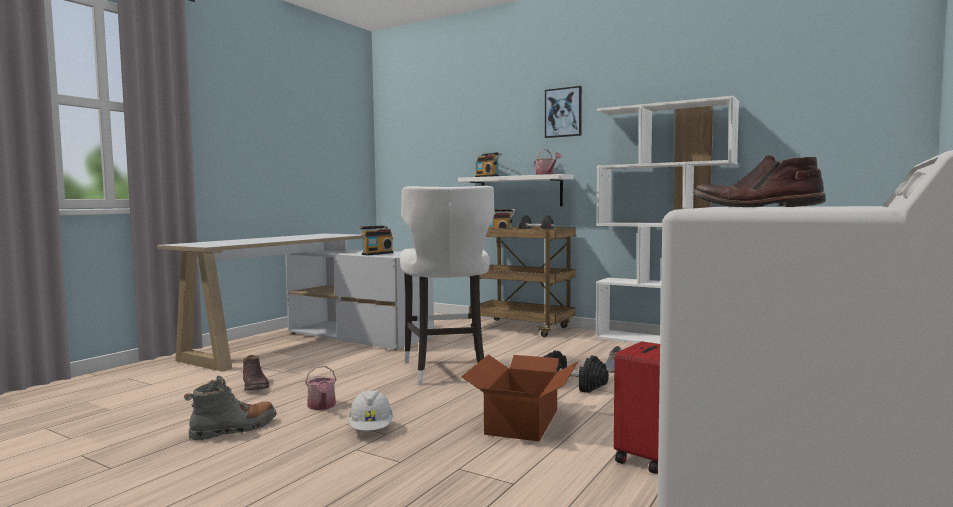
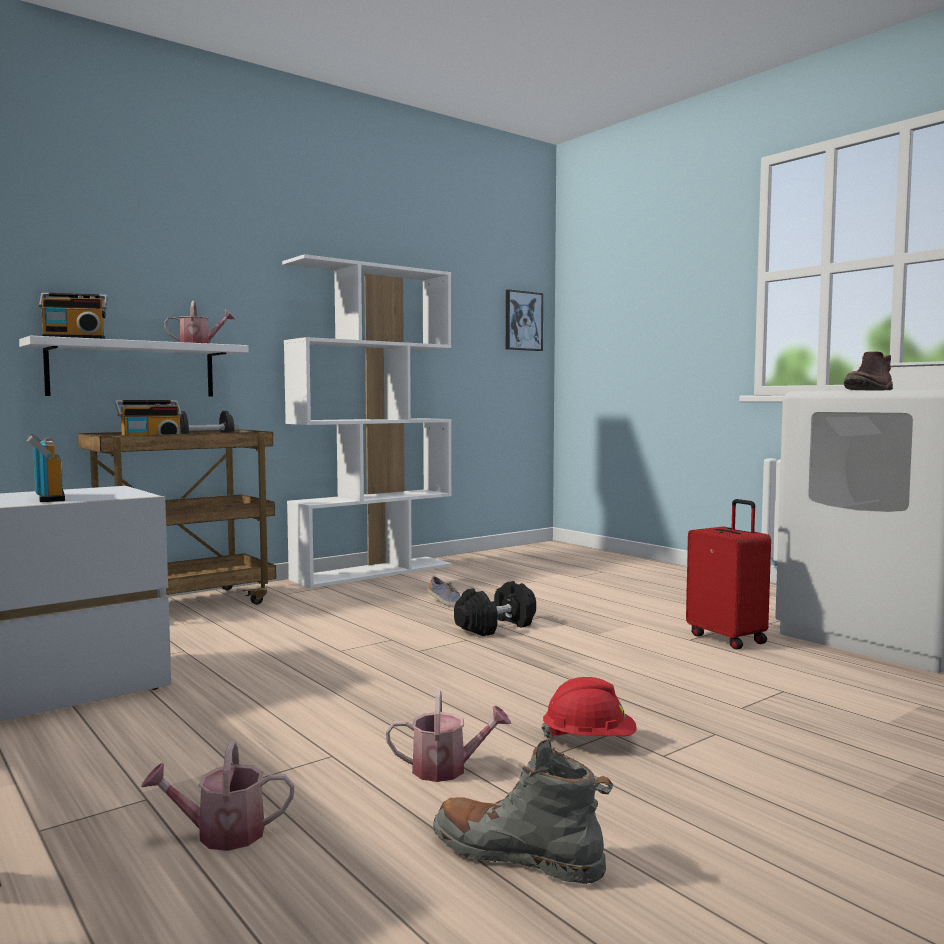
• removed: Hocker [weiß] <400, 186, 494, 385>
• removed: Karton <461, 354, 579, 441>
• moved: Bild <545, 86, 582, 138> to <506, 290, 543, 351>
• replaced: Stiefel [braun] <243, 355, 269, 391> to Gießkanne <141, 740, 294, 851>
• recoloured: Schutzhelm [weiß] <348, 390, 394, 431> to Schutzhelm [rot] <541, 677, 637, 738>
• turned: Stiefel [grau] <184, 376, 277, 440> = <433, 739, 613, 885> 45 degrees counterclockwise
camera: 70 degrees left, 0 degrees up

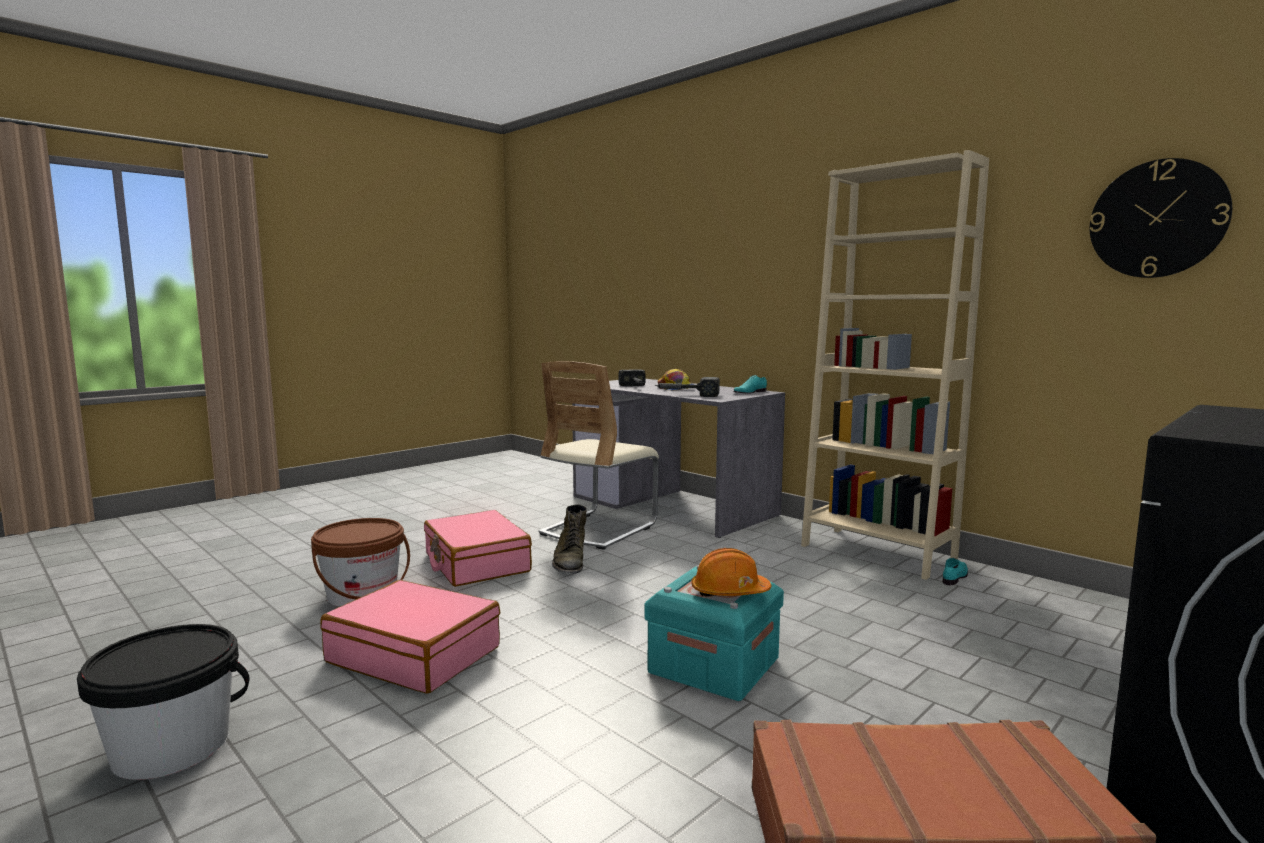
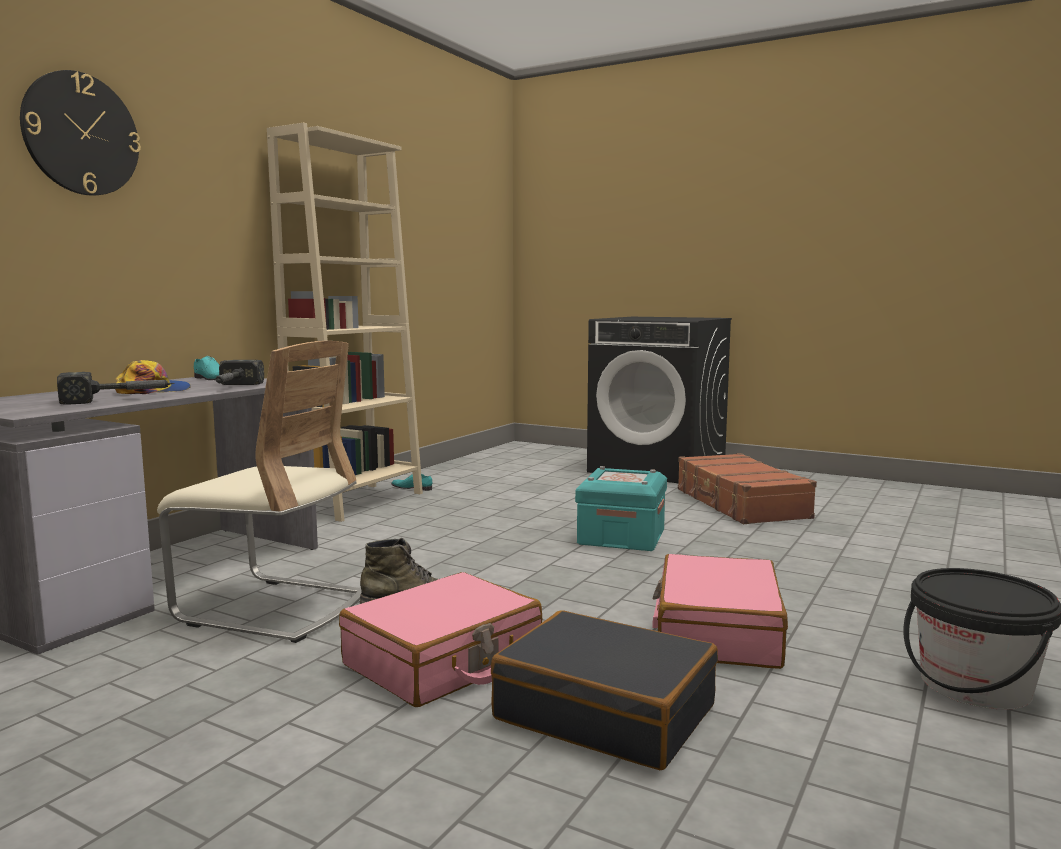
• removed: Schutzhelm [orange] <691, 548, 771, 596>
• moved: Wanduhr <1090, 158, 1232, 278> to <20, 70, 141, 196>
• replaced: Eimer [braun] <311, 518, 410, 607> to Koffer [schwarz] <491, 610, 718, 770>
camera: 105 degrees left, 0 degrees up

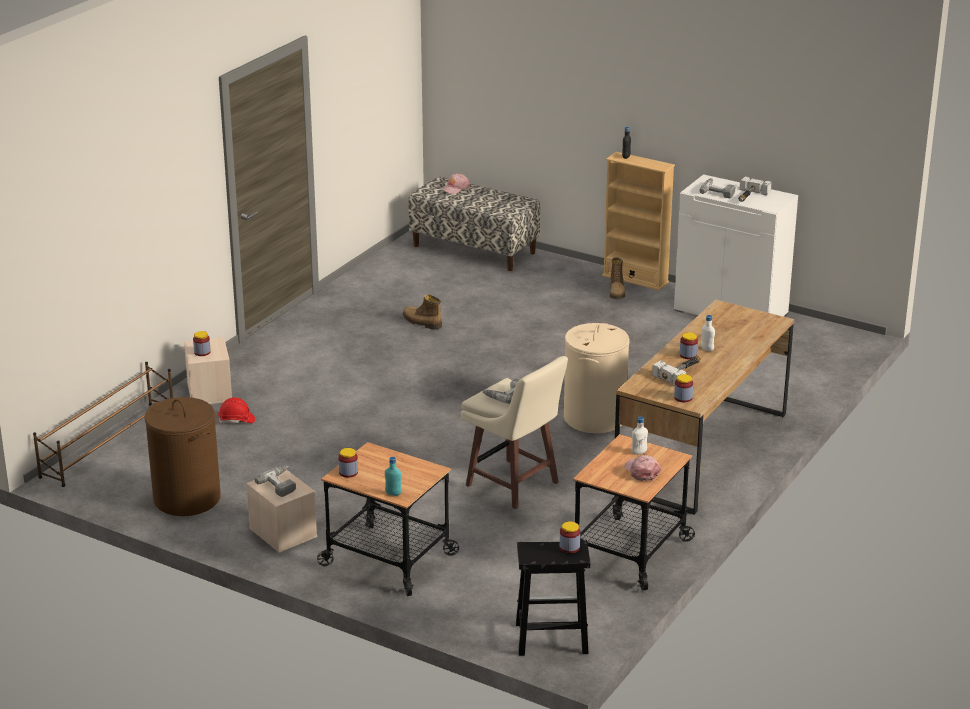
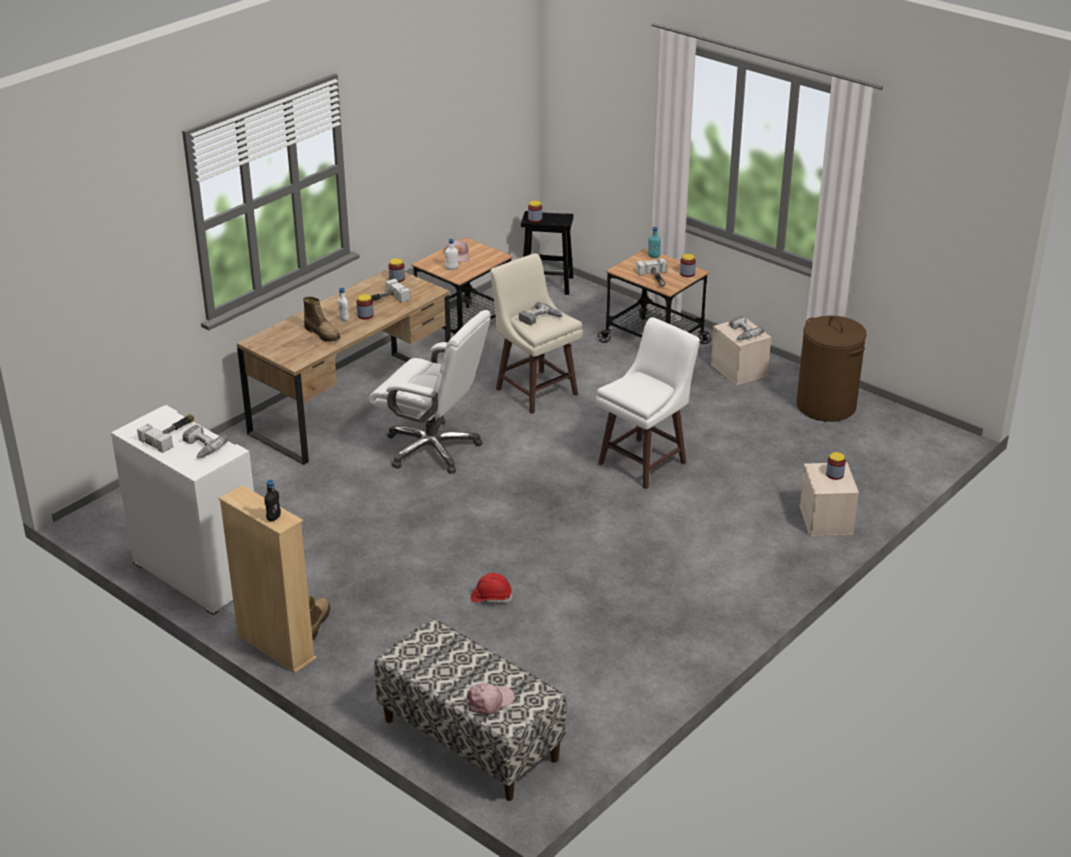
• removed: Schuhregal [braun] <33, 362, 173, 487>
• added: Hocker [weiß] <596, 317, 700, 489>
• added: Hammer <636, 258, 667, 287>
• moved: Schutzhelm [rot] <218, 397, 255, 424> to <471, 573, 513, 603>
• moved: Stiefel <403, 295, 442, 330> to <303, 297, 340, 342>
• replaced: Wäschekorb [beige] <564, 323, 630, 433> to Bürostuhl [weiß] <369, 310, 491, 473>
camera: 170 degrees left, 5 degrees up

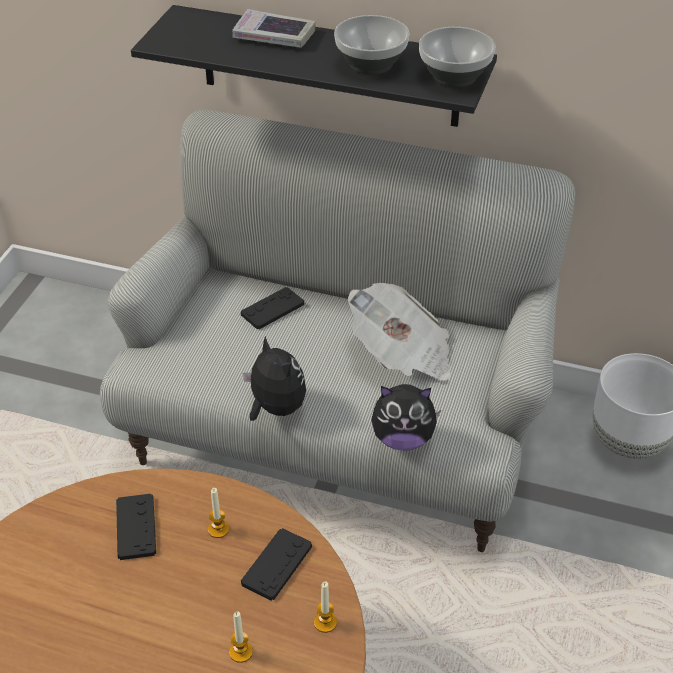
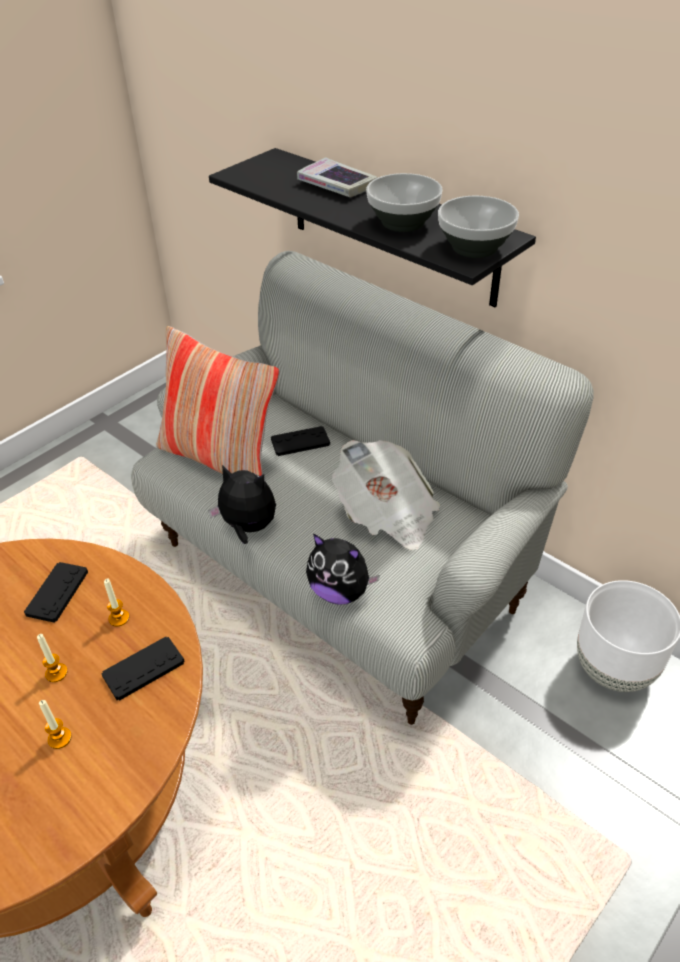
• added: Kissen <157, 326, 279, 476>
• moved: Kerze <314, 582, 337, 633> to <37, 634, 68, 682>
• turned: Plüschtier <243, 336, 306, 421> = <208, 465, 276, 544> 60 degrees counterclockwise
camera: 25 degrees right, 0 degrees up

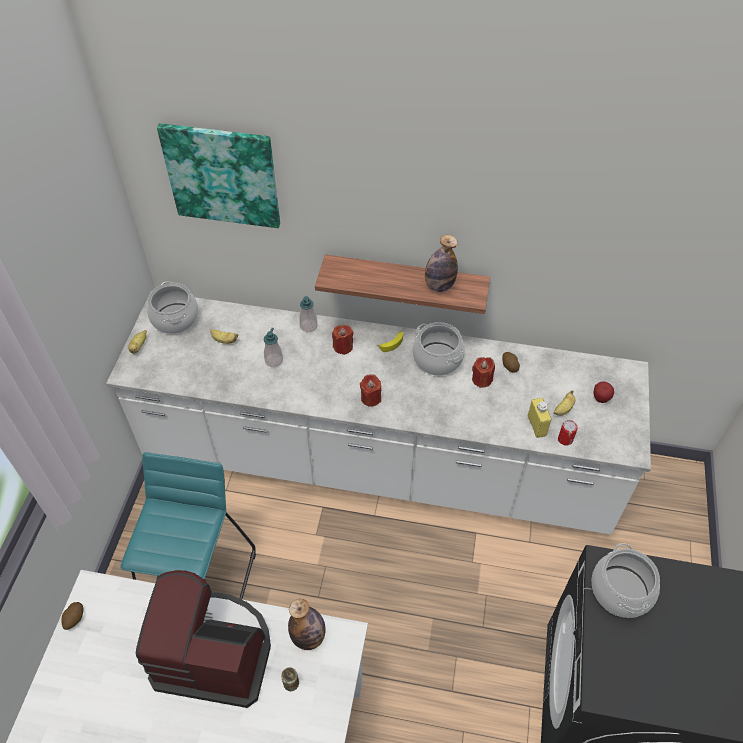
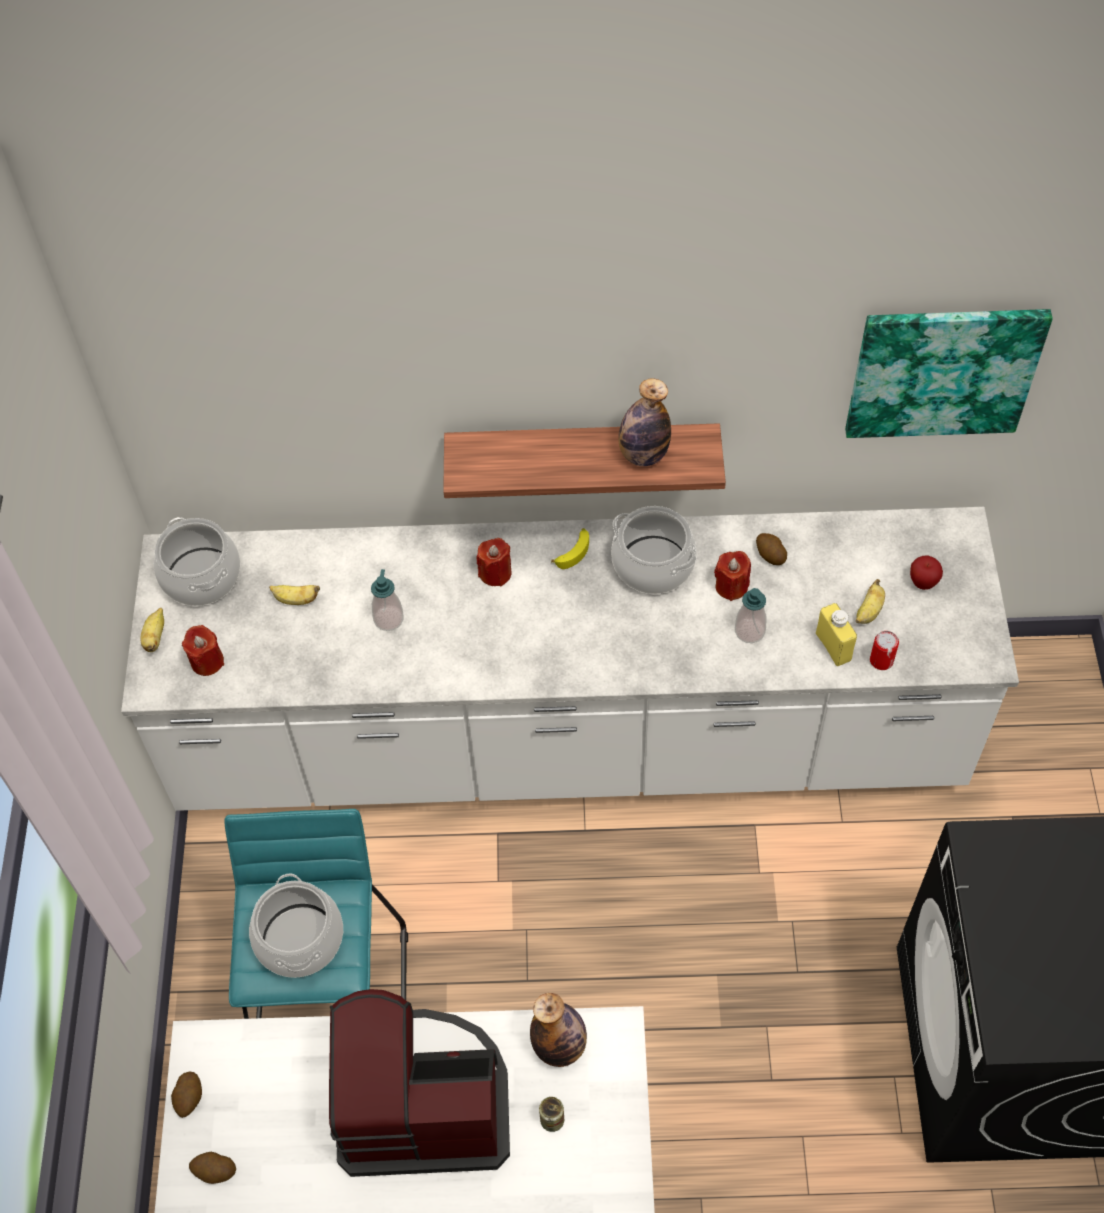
• added: Kartoffel <189, 1152, 236, 1184>
• moved: Bild <157, 123, 280, 228> to <845, 309, 1053, 438>
• moved: Seifenspender <299, 296, 318, 332> to <735, 588, 766, 643>
• moved: Kerze [rot] <360, 374, 381, 407> to <182, 625, 224, 676>
• moved: Kochtopf <591, 543, 660, 618> to <249, 873, 343, 978>
camera: 10 degrees left, 5 degrees up

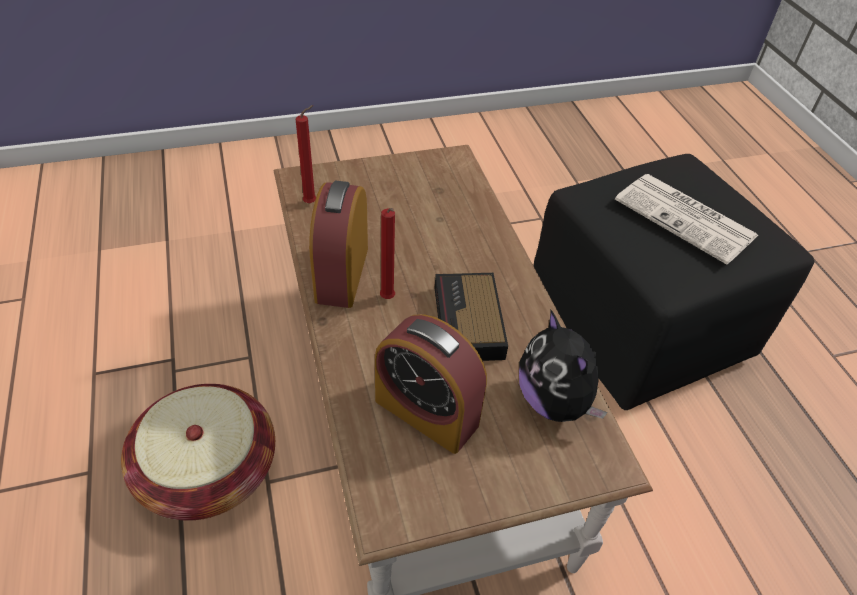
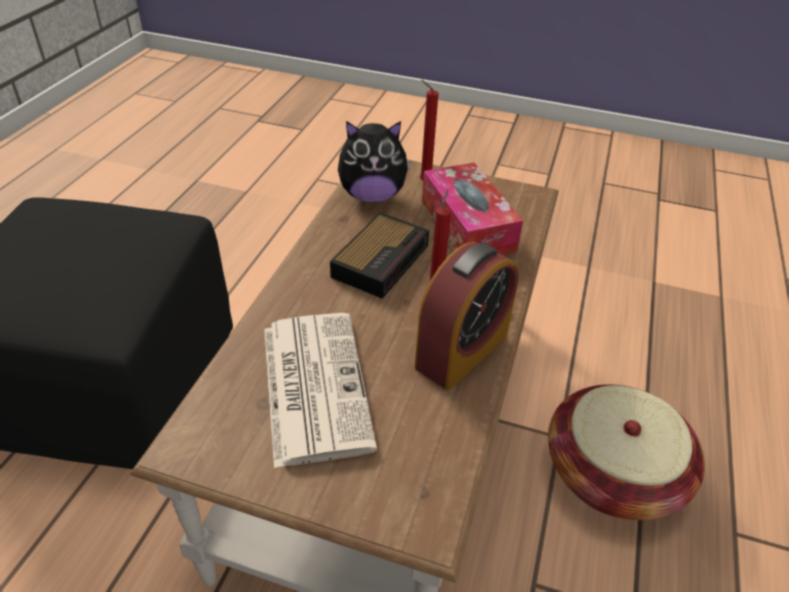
• moved: Kerze [rot] <296, 105, 316, 203> to <420, 80, 438, 180>
• moved: Zeitung <615, 174, 759, 264> to <264, 313, 377, 468>
• replaced: Wecker <375, 314, 487, 454> to Taschentuchbox <422, 163, 523, 255>
• turned: Plüschtier <519, 310, 608, 422> = <338, 121, 411, 203> 75 degrees clockwise
camera: 145 degrees left, 5 degrees down

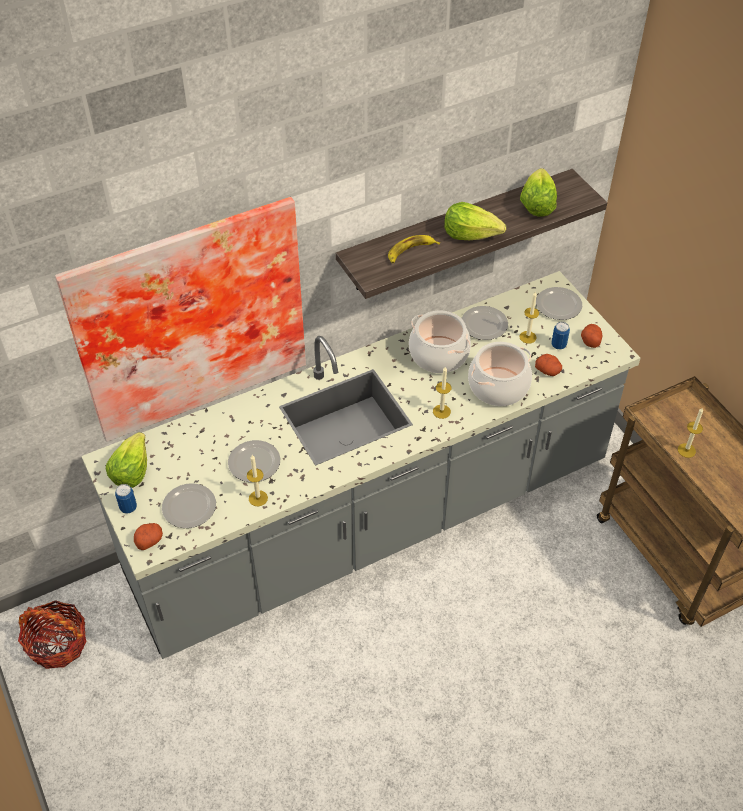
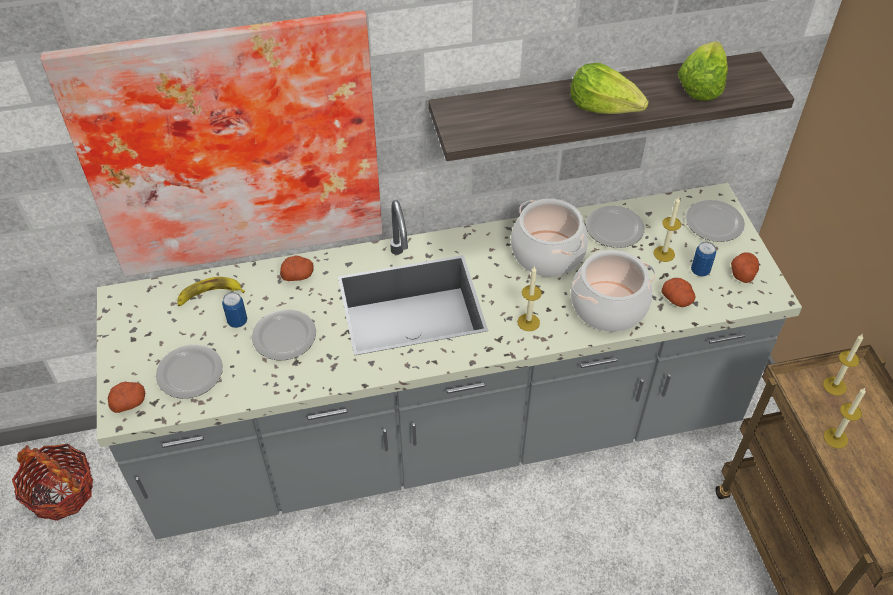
• removed: Salatkopf <106, 432, 147, 488>
• added: Kartoffel <280, 256, 314, 281>
• moved: Dose <115, 484, 137, 514> to <222, 292, 248, 328>
• moved: Kerze <247, 455, 268, 506> to <823, 334, 863, 396>
• moved: Banane <388, 235, 440, 263> to <178, 277, 245, 306>
camera: 15 degrees right, 0 degrees up

